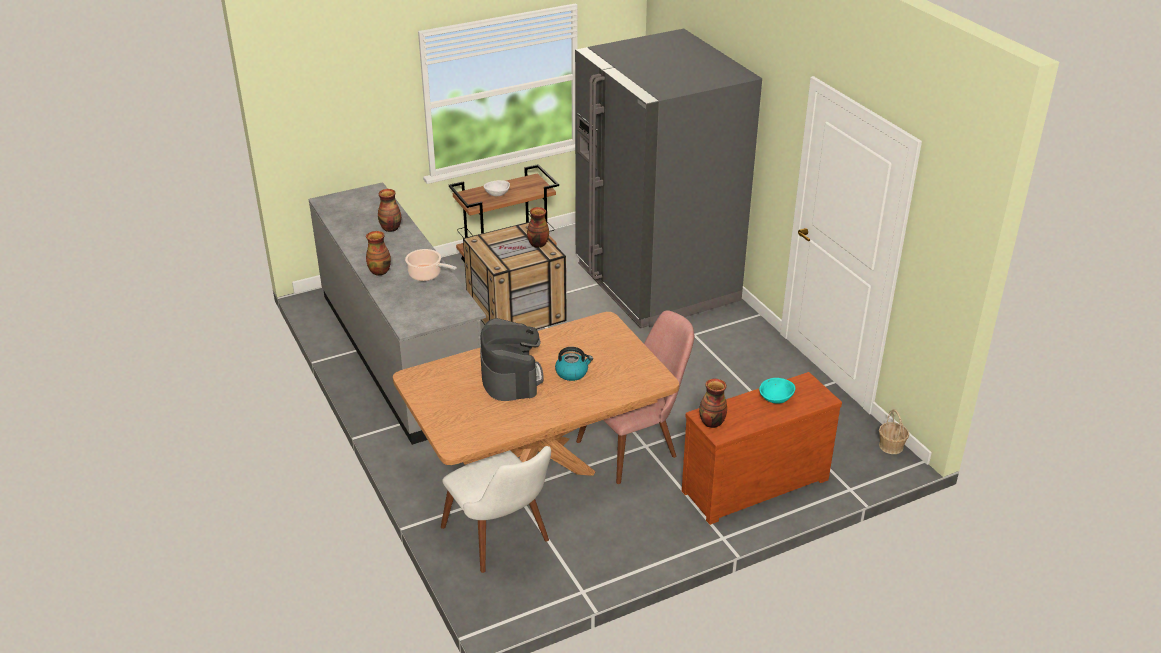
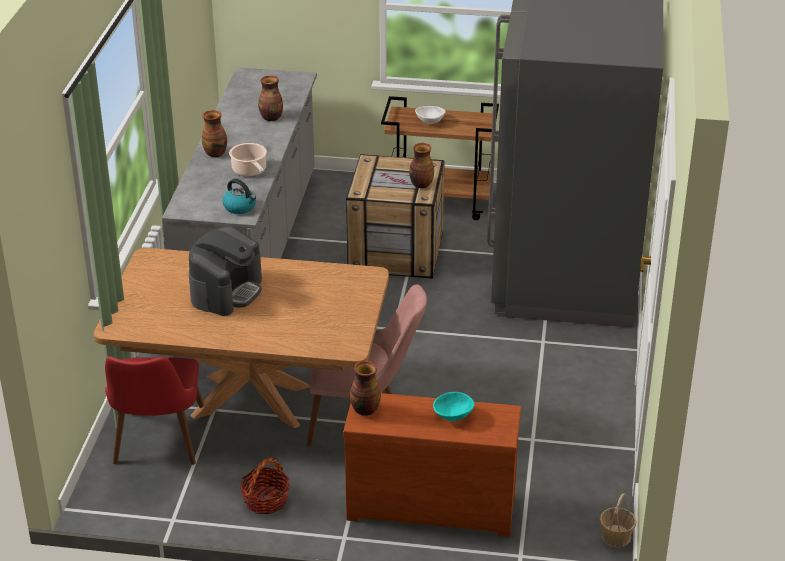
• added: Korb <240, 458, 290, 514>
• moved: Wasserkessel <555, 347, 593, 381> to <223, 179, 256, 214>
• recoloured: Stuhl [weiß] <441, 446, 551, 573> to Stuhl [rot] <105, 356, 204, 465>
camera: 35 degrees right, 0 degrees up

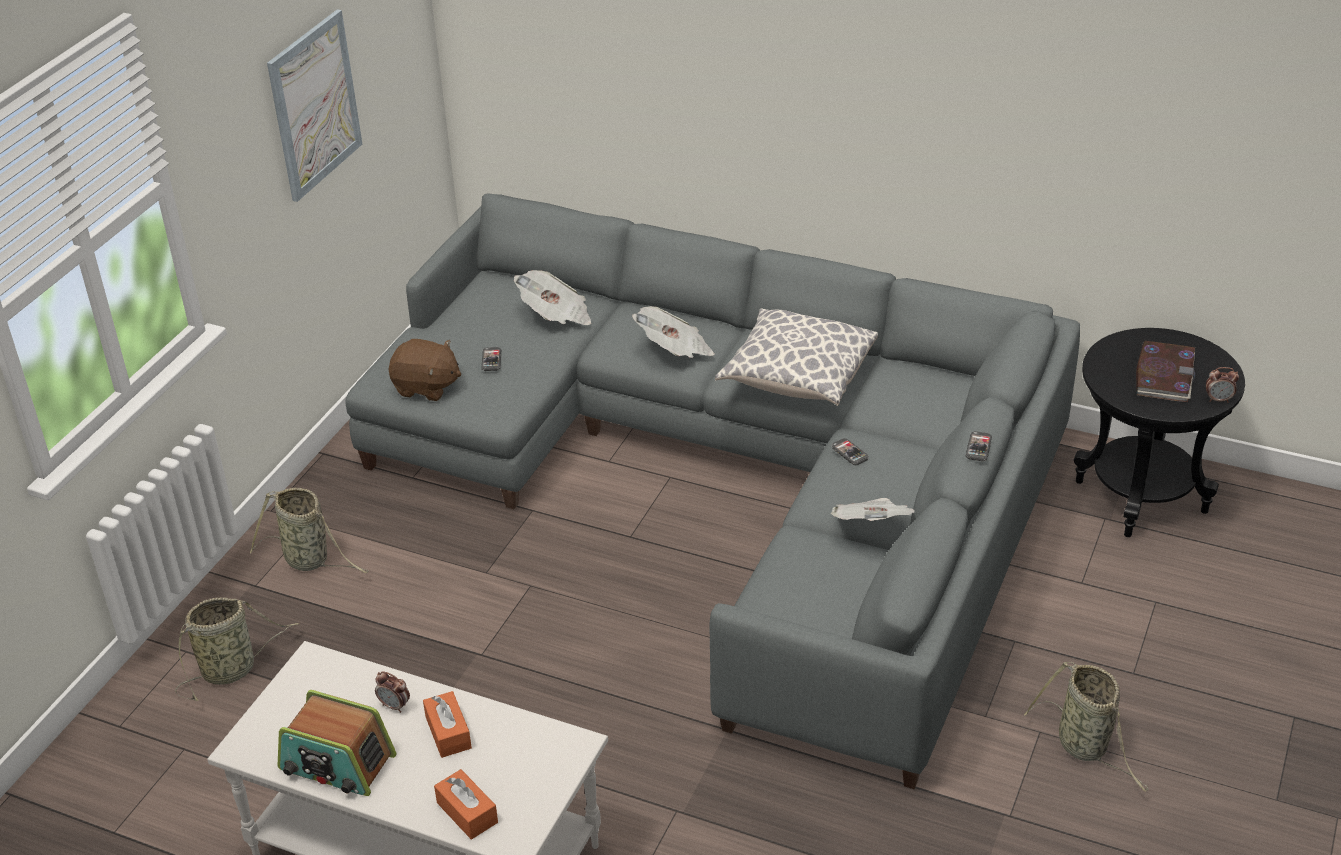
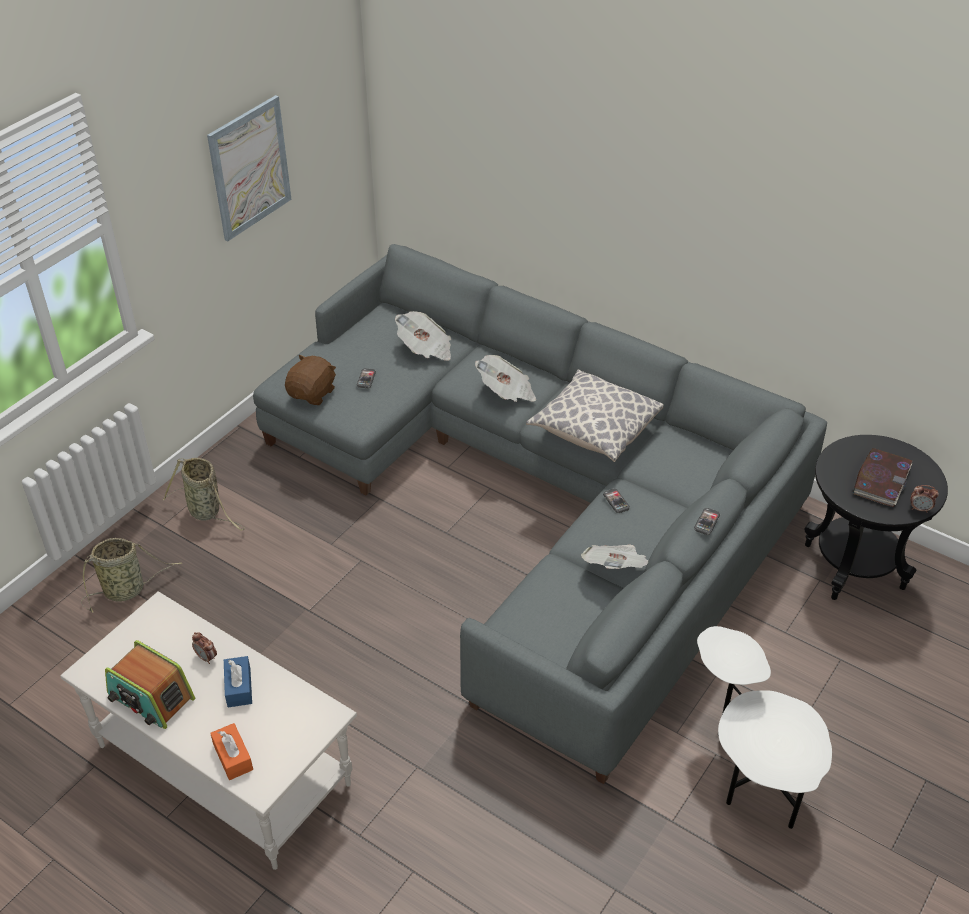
• replaced: Korb <1024, 662, 1149, 792> to Beistelltisch [weiß] <697, 626, 832, 829>
• recoloured: Taschentuchbox [orange] <423, 691, 472, 758> to Taschentuchbox [blau] <224, 656, 252, 707>
• turned: Plüschtier [braun] <388, 339, 461, 401> = <285, 354, 336, 405> 90 degrees counterclockwise
camera: 10 degrees right, 5 degrees up

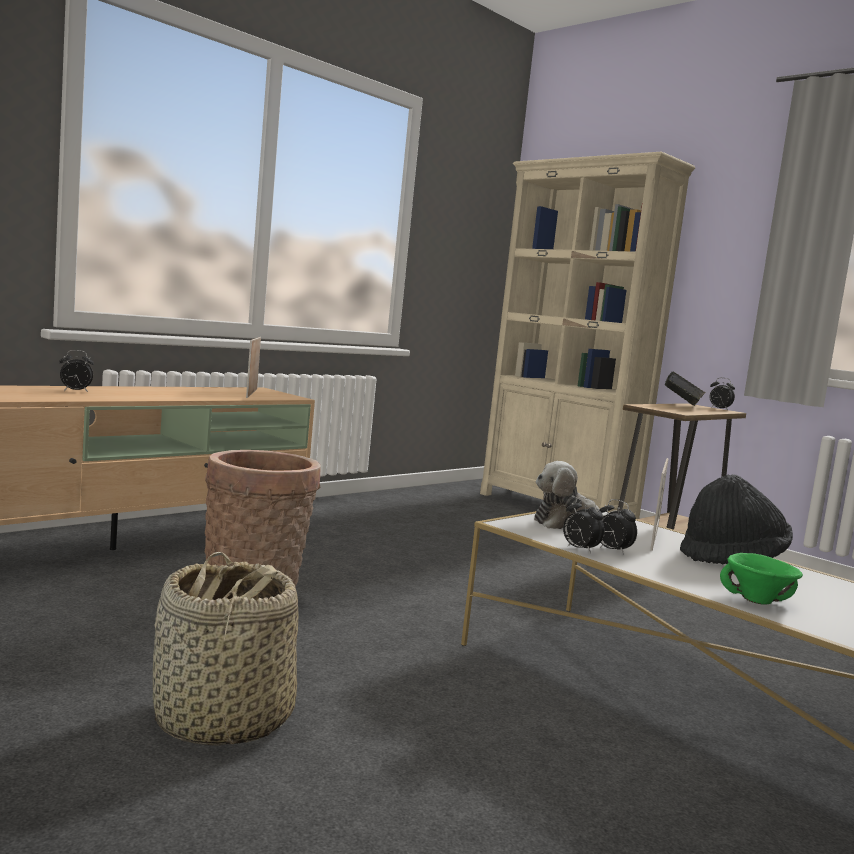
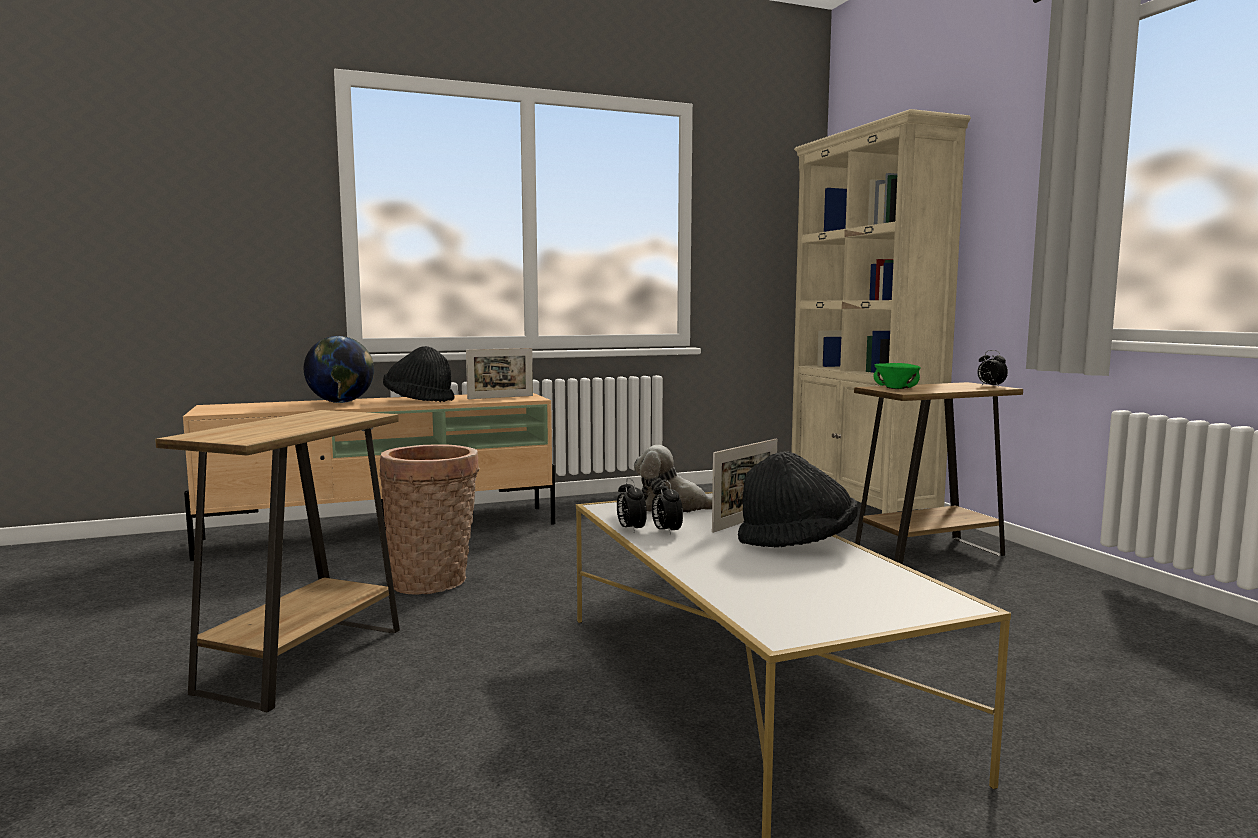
• removed: Buch <665, 372, 705, 406>
• added: Hut [schwarz] <383, 346, 455, 402>
• moved: Schüssel [grün] <720, 553, 803, 605> to <873, 363, 921, 389>
• replaced: Wecker <59, 350, 94, 392> to Globus <304, 336, 374, 403>
• replaced: Korb <153, 552, 298, 746> to Beistelltisch [braun] <155, 410, 400, 712>
• turned: Bilderrahmen <246, 337, 261, 398> = <466, 348, 533, 399> 135 degrees counterclockwise
camera: 25 degrees right, 0 degrees up

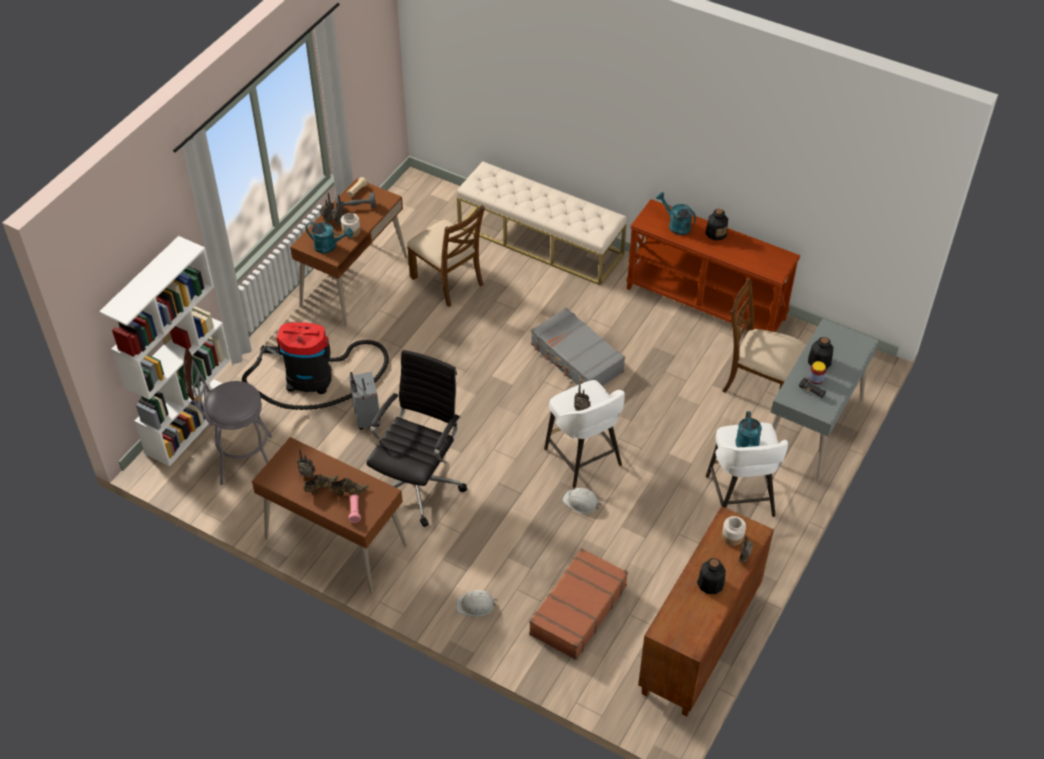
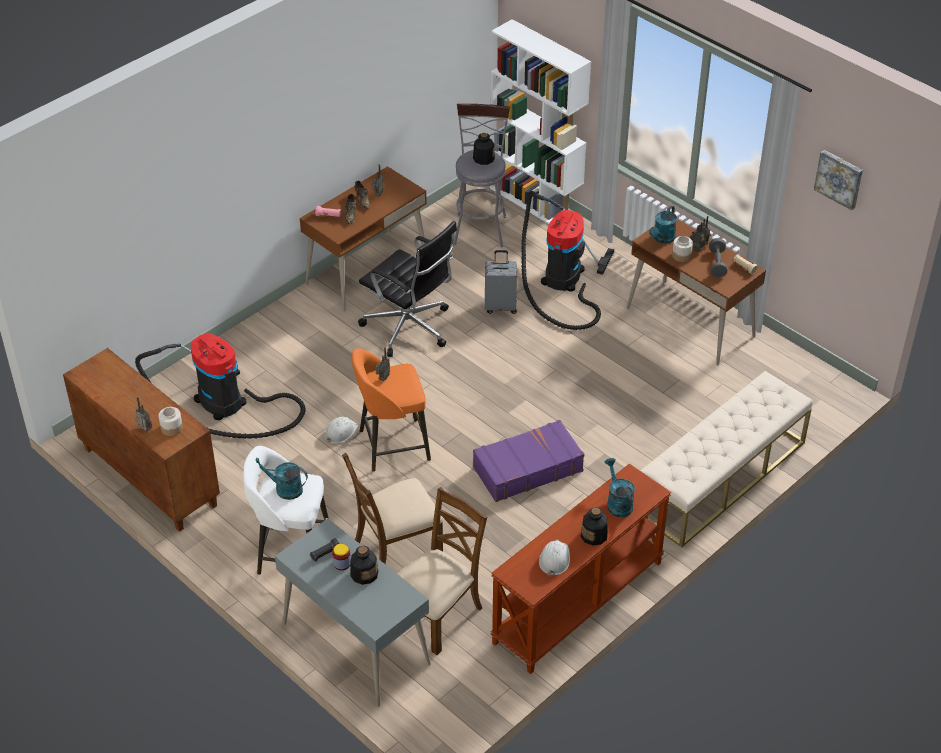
• added: Bild <814, 150, 863, 210>
• moved: Stuhl [braun] <407, 205, 485, 307> to <342, 453, 443, 564>
• moved: Schutzhelm [weiß] <456, 590, 497, 617> to <539, 540, 570, 577>
• moved: Flasche <697, 558, 726, 594> to <473, 133, 495, 165>
• replaced: Koffer [braun] <529, 548, 628, 660> to Staubsauger <135, 333, 306, 439>
• recoloured: Koffer [grau] <531, 308, 625, 386> to Koffer [lila] <473, 420, 584, 502>
• recoloured: Hocker [weiß] <544, 380, 625, 488> to Hocker [orange] <352, 348, 431, 472>
• turned: Gießkanne [türkis] <656, 192, 696, 235> = <605, 458, 635, 517> 75 degrees counterclockwise
camera: 105 degrees right, 5 degrees down

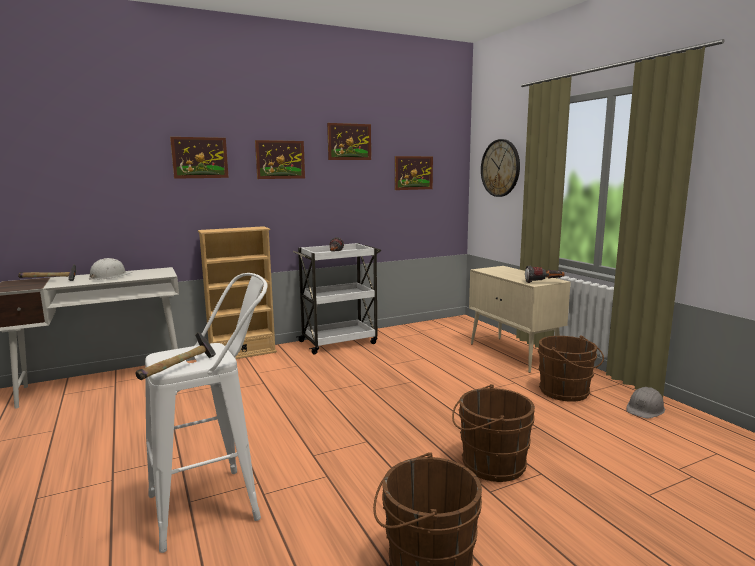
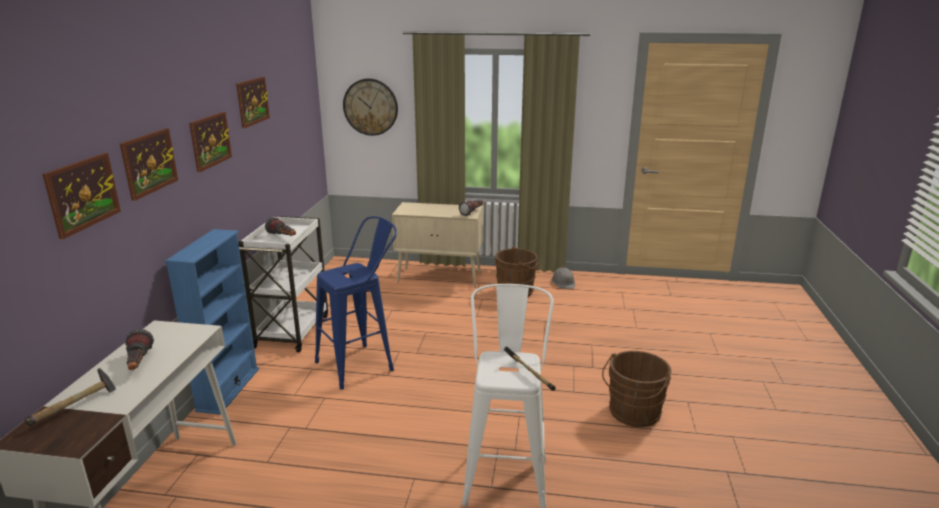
• removed: Eimer [braun] <452, 384, 535, 482>
• added: Hocker [blau] <315, 216, 397, 390>
• moved: Bild <395, 156, 433, 190> to <42, 153, 121, 239>
• replaced: Schutzhelm [weiß] <89, 258, 132, 280> to Taschenlampe <125, 329, 154, 370>
• recoloured: Bücherregal [beige] <198, 226, 277, 359> to Bücherregal [blau] <165, 229, 259, 415>
camera: 55 degrees left, 10 degrees up

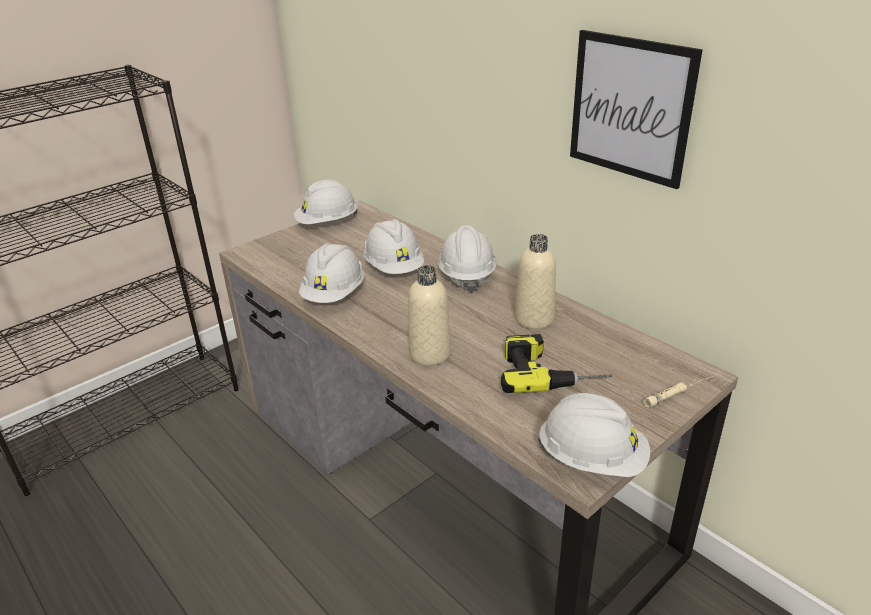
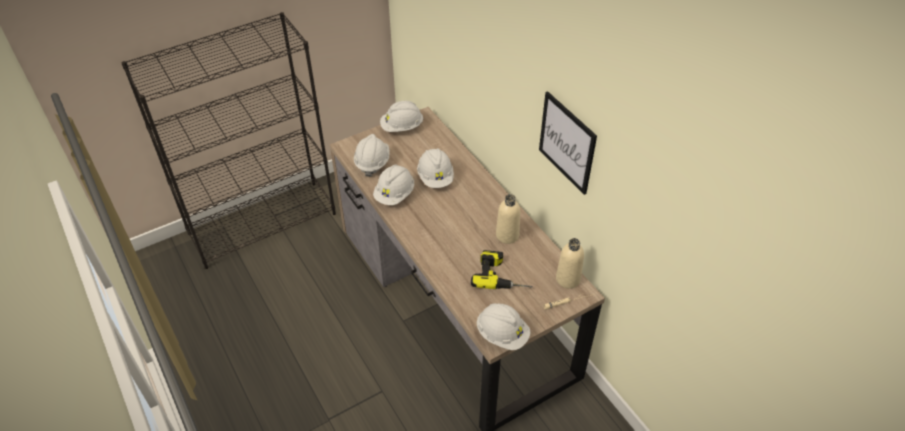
• moved: Flasche [beige] <408, 265, 451, 366> to <556, 238, 584, 289>
• moved: Schutzhelm [weiß] <438, 225, 496, 293> to <354, 134, 390, 177>
camera: 10 degrees right, 15 degrees up

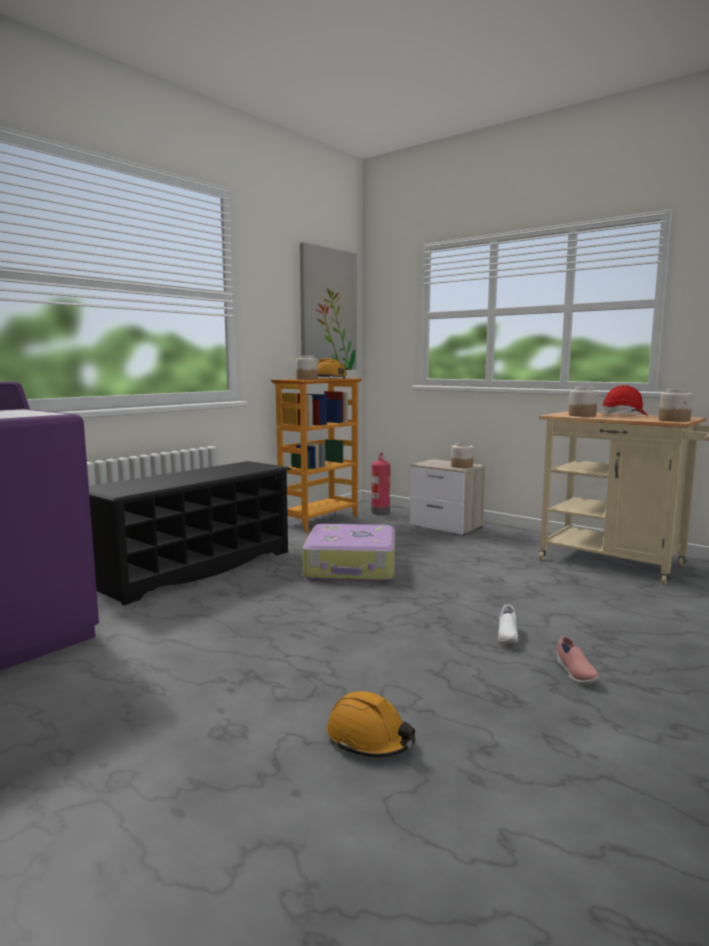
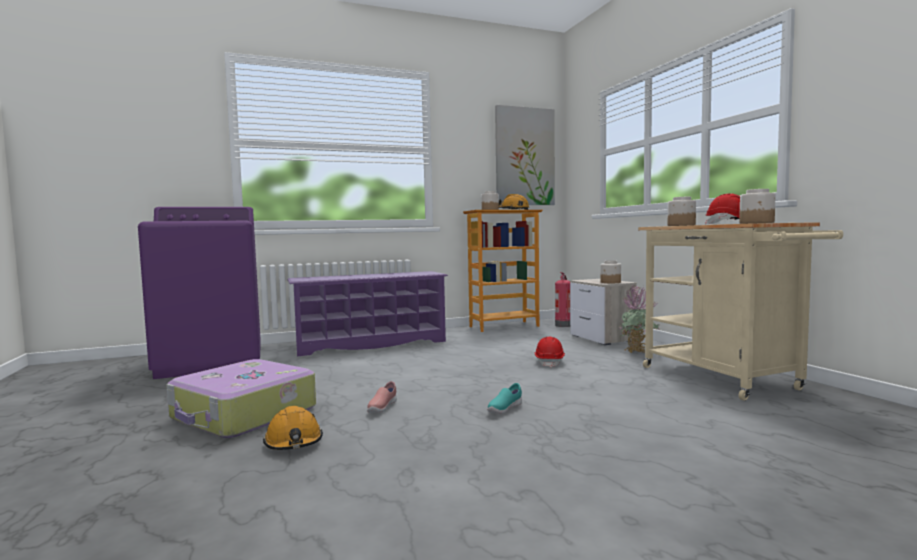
• added: Schutzhelm [rot] <535, 337, 565, 368>
• added: Topfpflanze <619, 284, 659, 353>
• moved: Koffer <302, 524, 395, 581> to <166, 359, 316, 438>
• moved: Schuh [rosa] <557, 636, 600, 684> to <367, 381, 397, 413>
• recoloured: Schuhregal [schwarz] <89, 461, 291, 606> to Schuhregal [lila] <287, 271, 448, 357>
• recoloured: Schuh [weiß] <498, 604, 518, 644> to Schuh [türkis] <487, 383, 522, 414>
camera: 30 degrees right, 5 degrees down

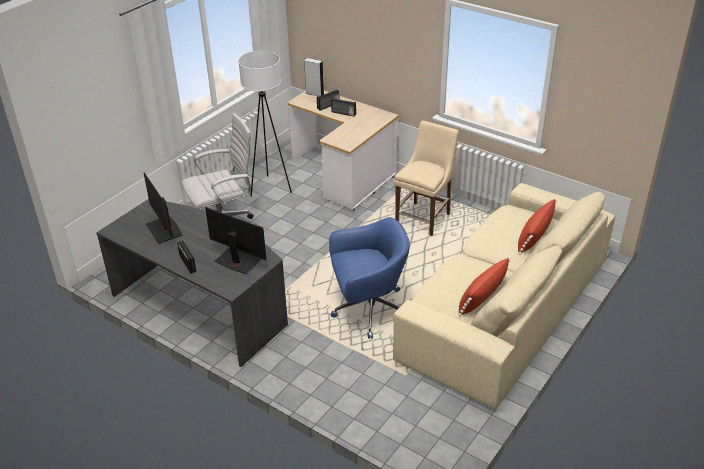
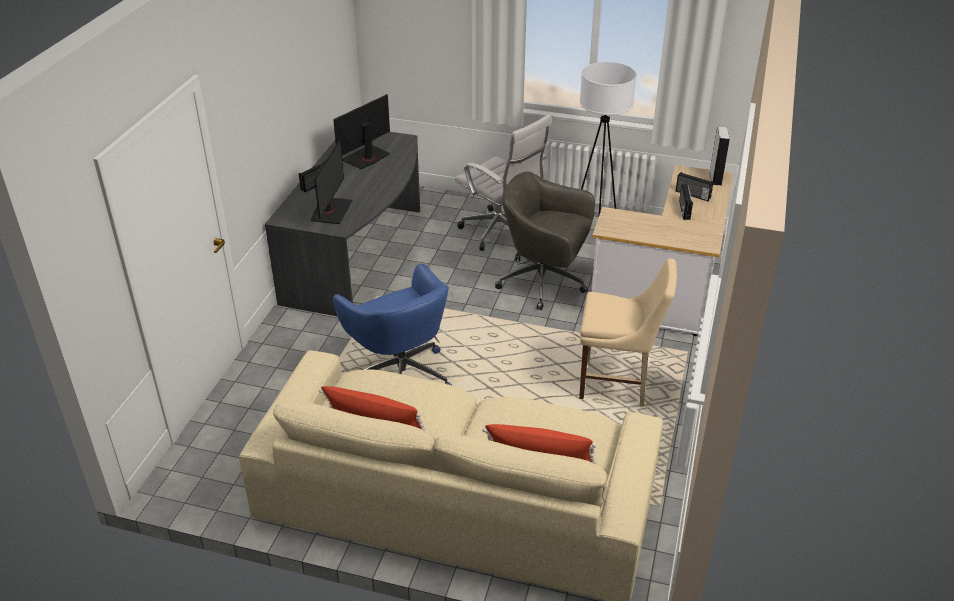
• added: Bürostuhl [grau] <495, 171, 595, 310>
camera: 70 degrees right, 0 degrees up

